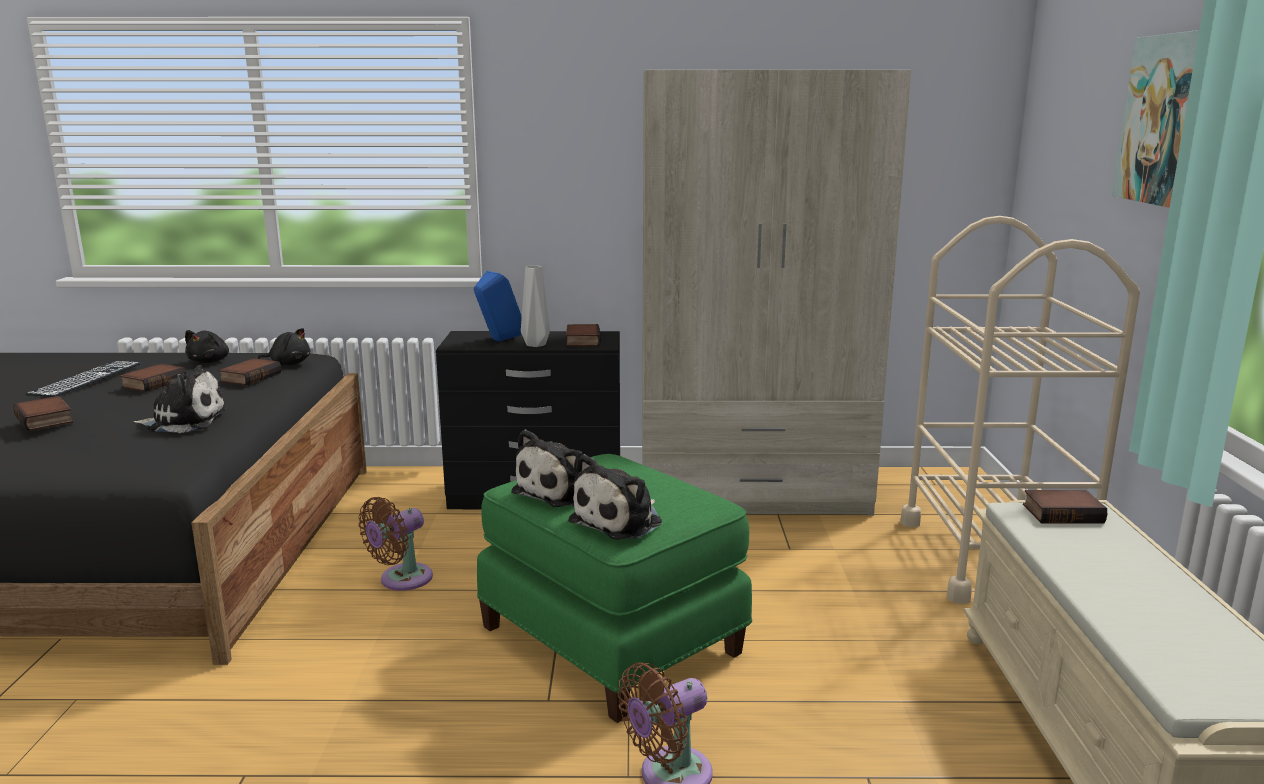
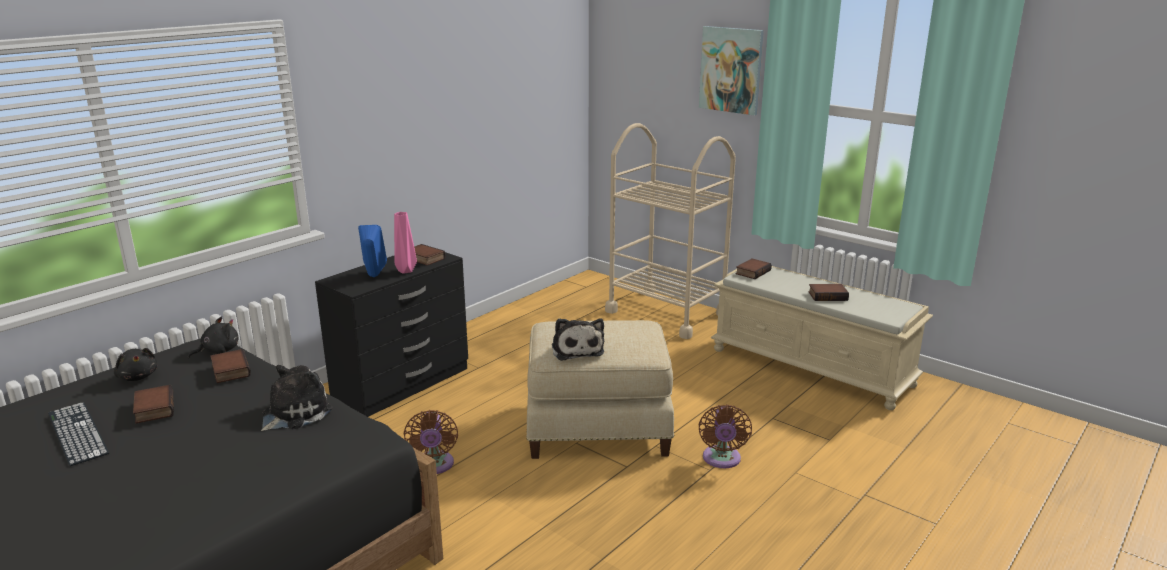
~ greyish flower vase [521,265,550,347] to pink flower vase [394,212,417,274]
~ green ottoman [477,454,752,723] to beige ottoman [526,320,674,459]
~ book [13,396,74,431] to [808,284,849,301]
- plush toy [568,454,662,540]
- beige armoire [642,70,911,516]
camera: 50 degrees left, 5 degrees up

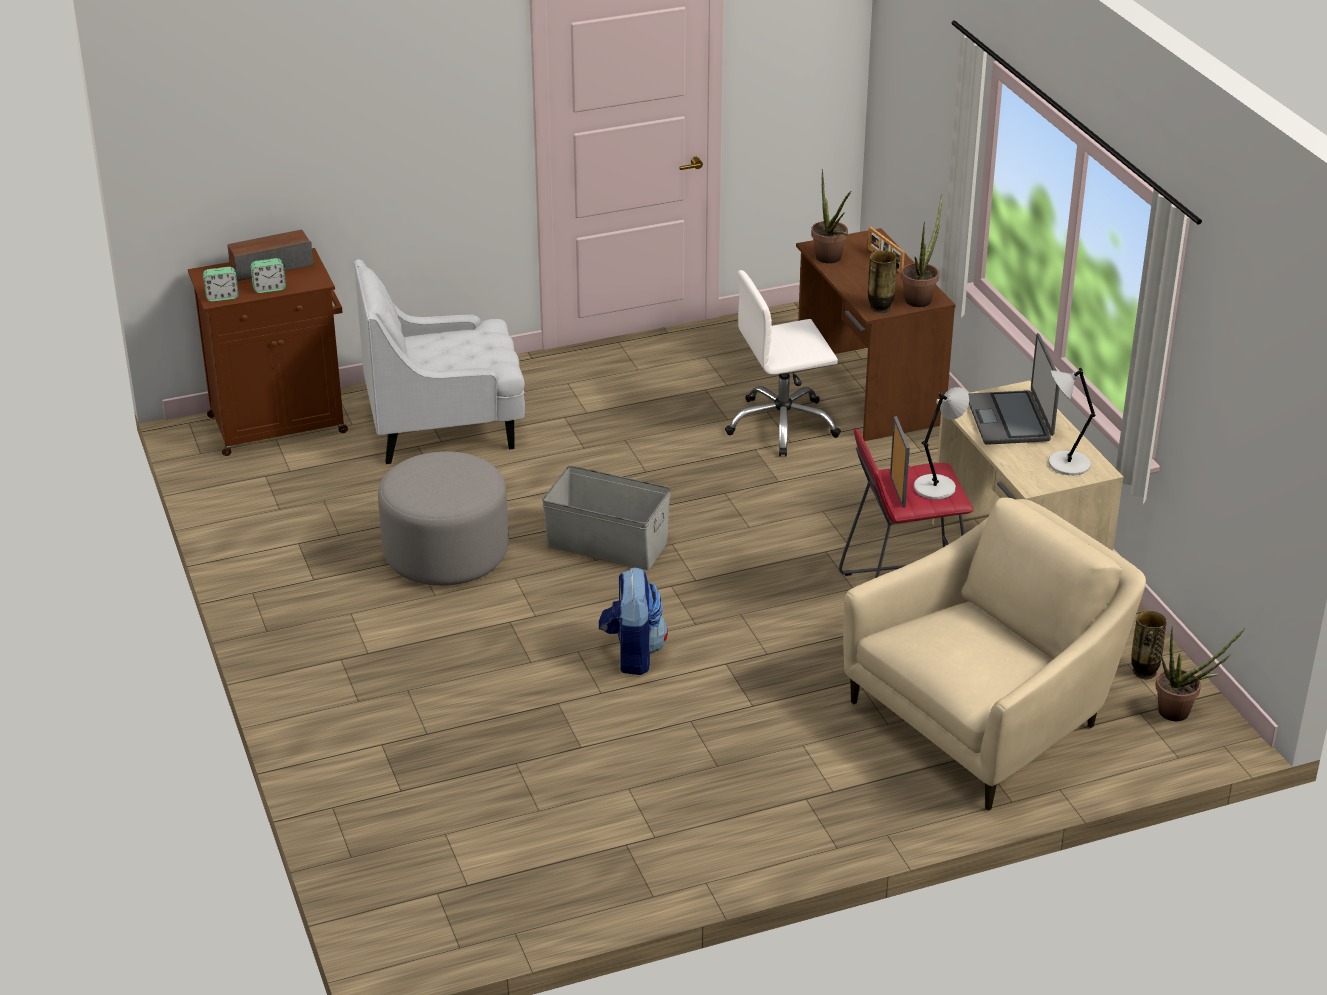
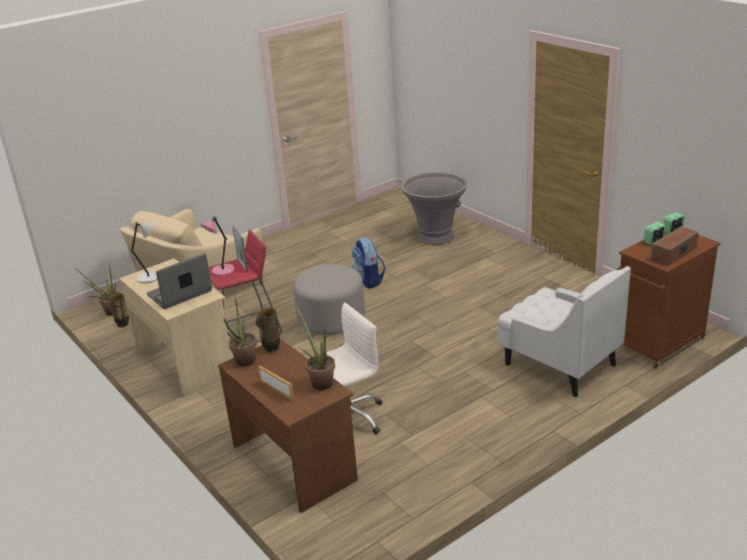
~ portable computer [968,333,1060,445] = [147,253,212,309] 105 degrees counterclockwise
~ greyish tabletop lamp [914,387,969,499] to pink tabletop lamp [200,216,235,276]
~ greyish ottoman [378,451,509,586] to [293,264,365,335]
+ greyish flower pot [401,172,467,245]
~ white-coloured armchair [354,260,525,464] = [497,266,631,397] 75 degrees clockwise
- greyish storage container [542,466,671,570]
camera: 165 degrees right, 5 degrees down

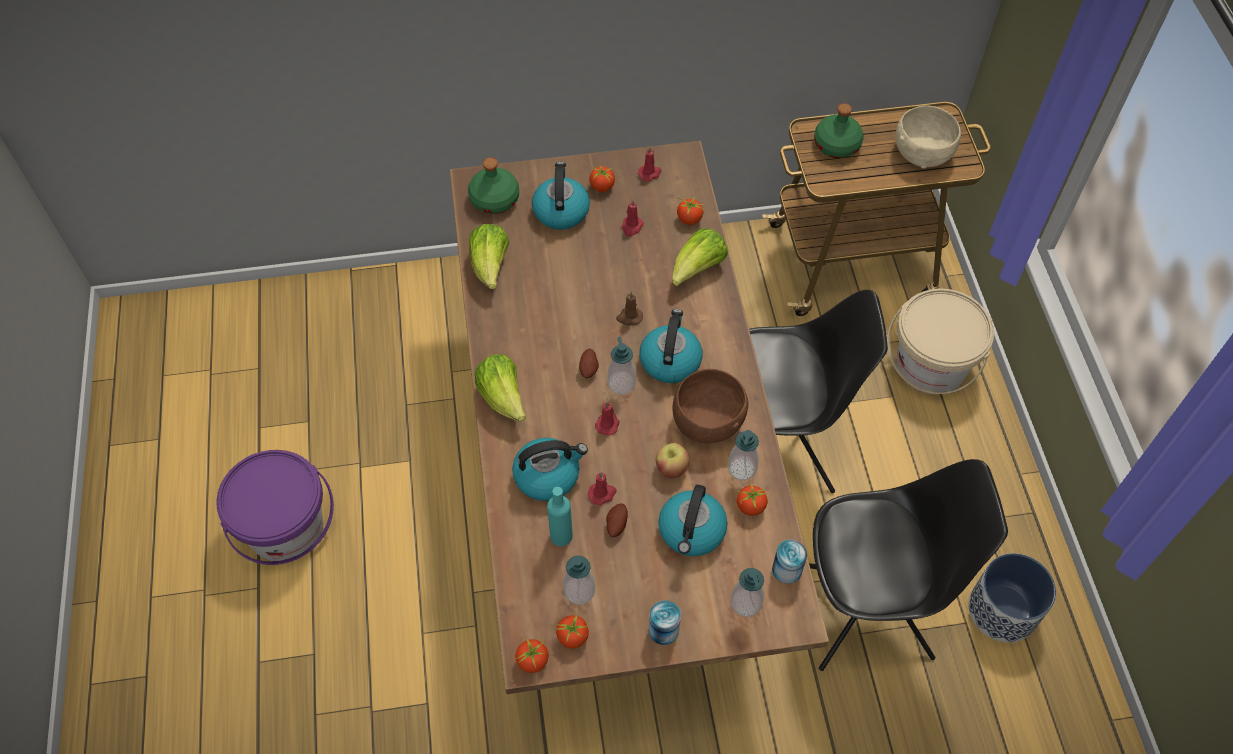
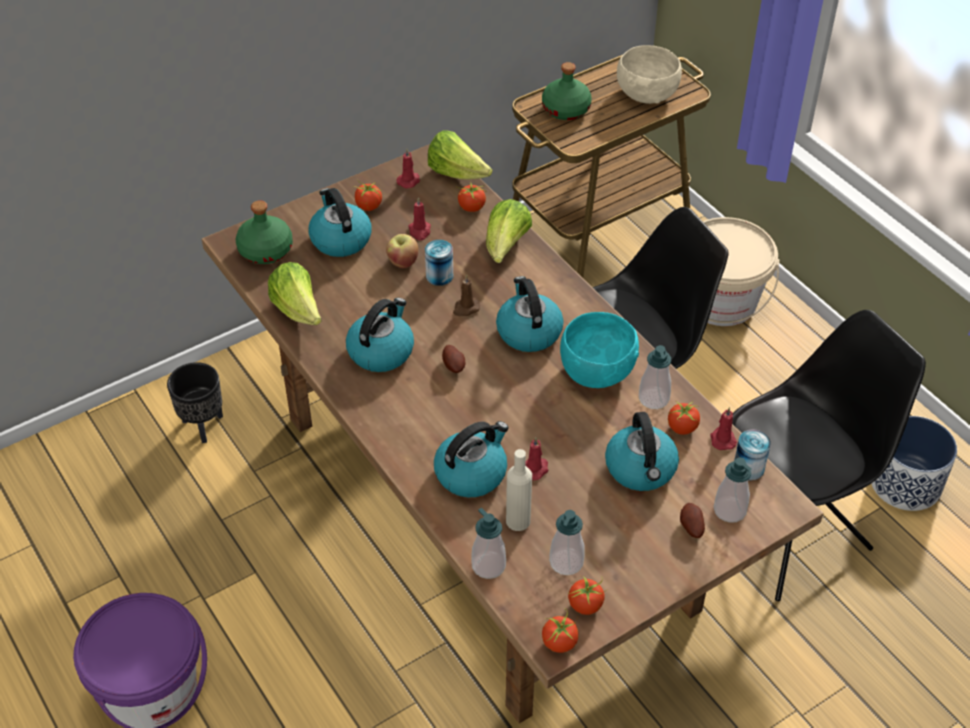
+ black flower pot [167,362,223,443]
+ tea kettle [346,298,414,372]
~ apple fruit [656,443,690,478] to [386,234,419,268]
~ metal can [649,600,681,645] to [425,240,453,286]
~ lettuce head [474,354,526,422] to [428,130,493,180]
~ soap bottle [607,337,636,394] to [471,508,506,579]
~ blue-green beverage bottle [547,487,573,546] to beige beverage bottle [506,449,532,531]
~ brown deep dish [672,369,748,444] to blue-green deep dish [560,312,639,388]
~ whole potato [606,503,628,538] to [680,503,705,538]
~ reddish wax candle [595,401,619,436] to [710,407,737,450]
camera: 25 degrees left, 10 degrees down

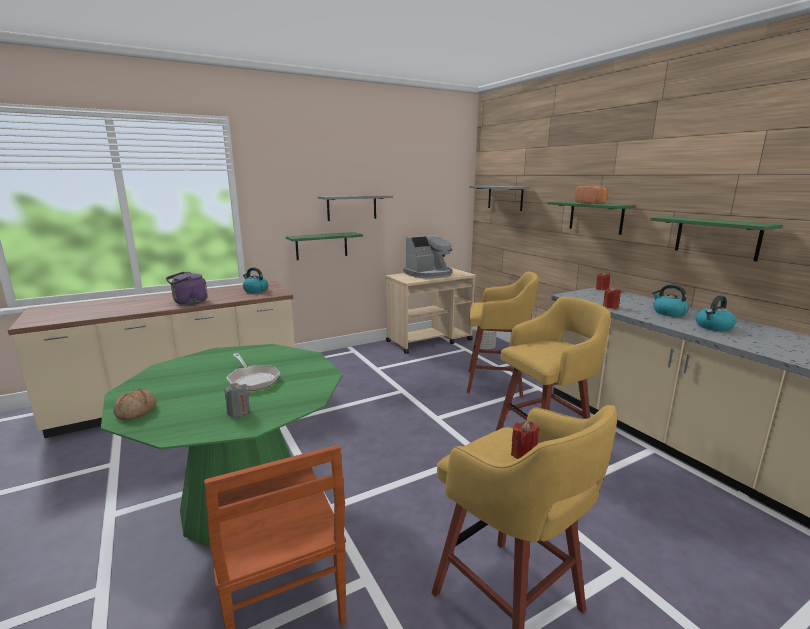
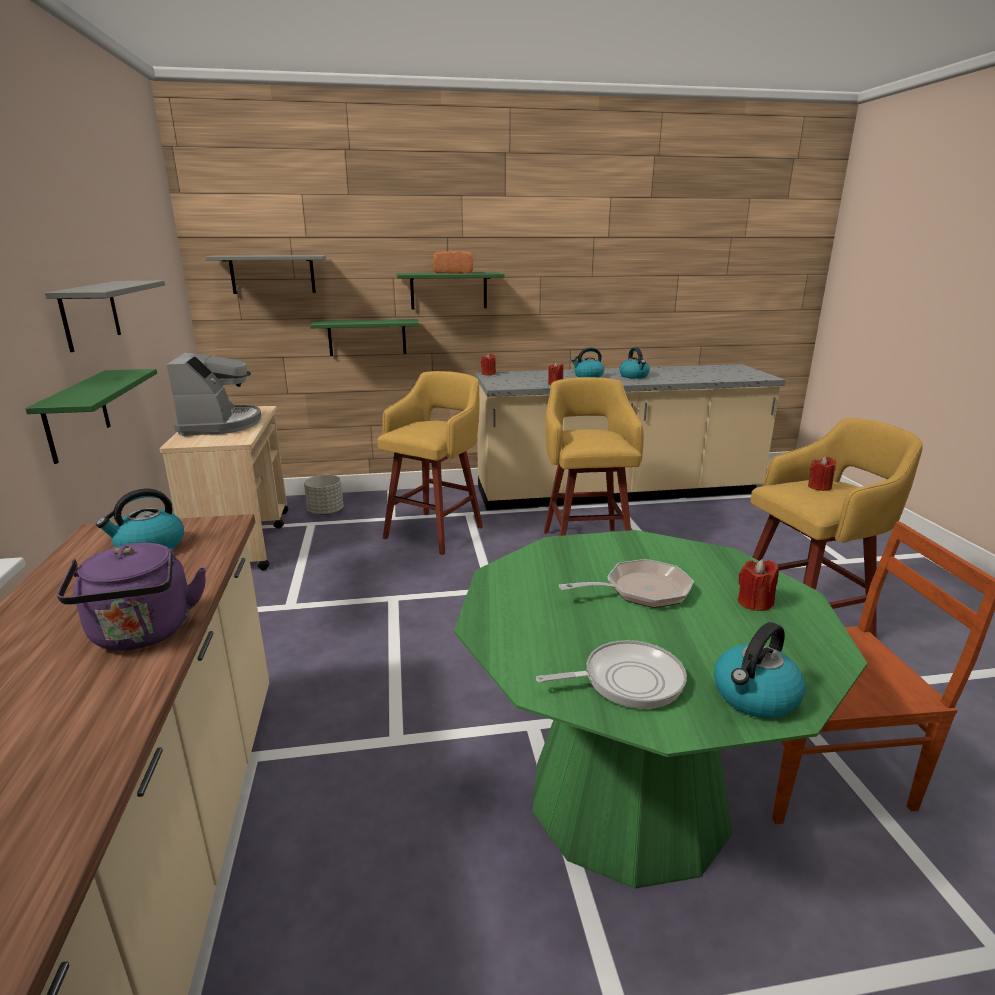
~ green bracket shelf [650,216,783,261] to [310,319,419,356]
+ skillet [536,640,687,709]
~ baked bread [113,389,157,420] to tea kettle [714,622,805,718]
~ greyish wax candle [225,383,250,417] to reddish wax candle [738,559,779,611]
camera: 70 degrees left, 5 degrees up

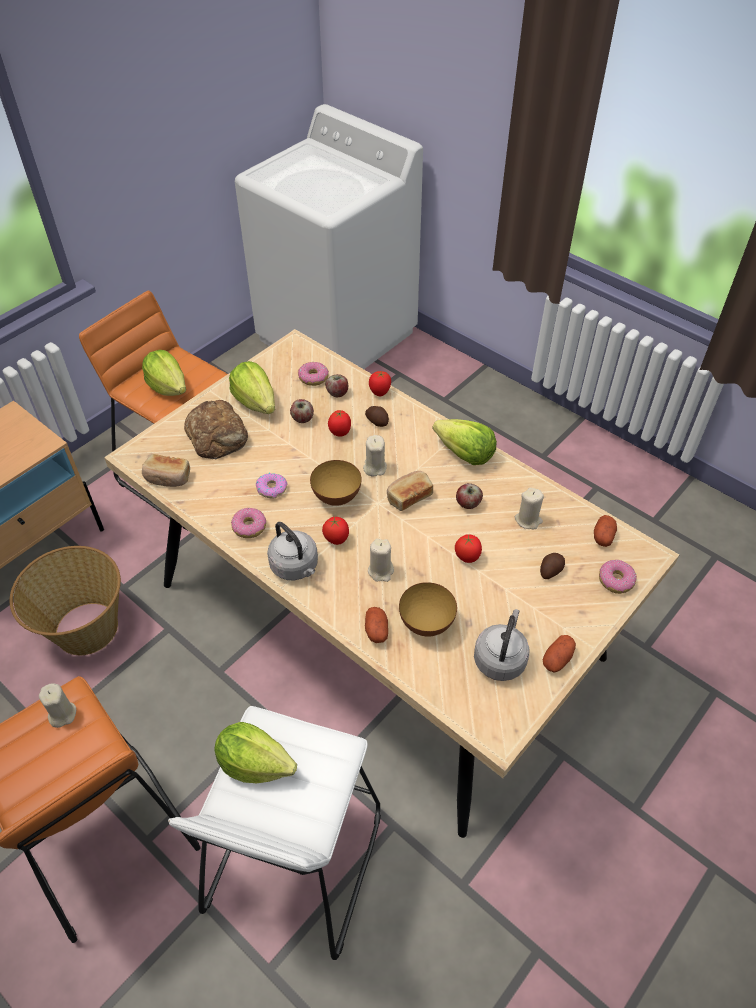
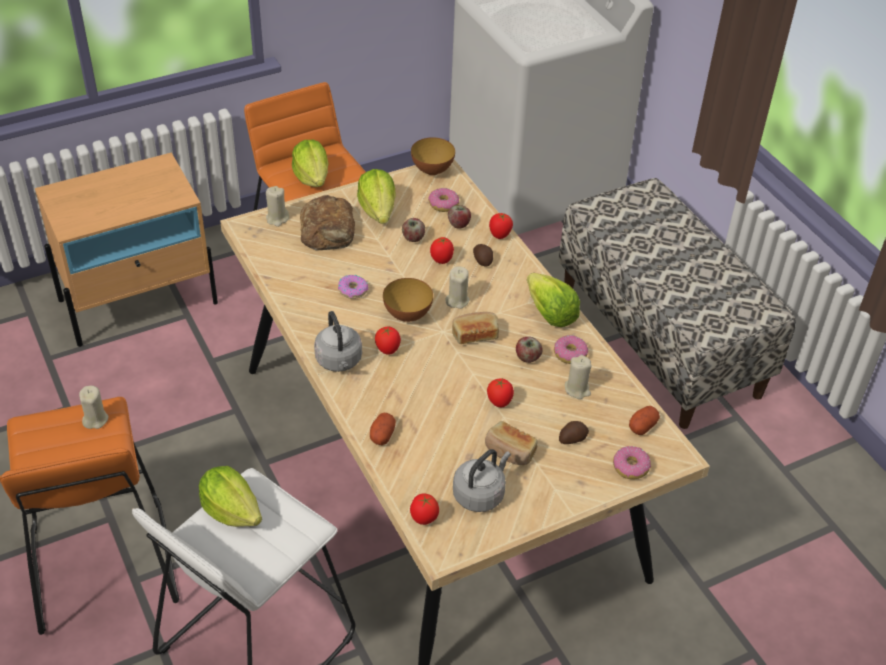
~ beige wax candle [368,539,394,582] to [266,186,289,227]
+ tomato [410,493,439,525]
~ deep dish [399,582,457,637] to [411,137,455,175]
~ baked bread [142,454,190,487] to [485,421,538,465]
~ ring doughnut [231,508,266,538] to [554,335,588,364]
+ long seat [558,178,796,429]
- storage basket [10,546,121,655]
- whole potato [542,635,576,673]
camera: 20 degrees right, 5 degrees down

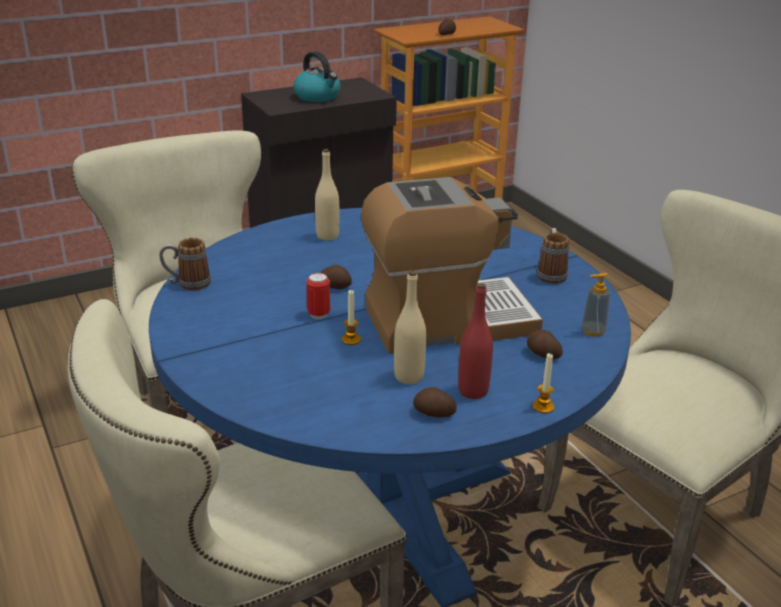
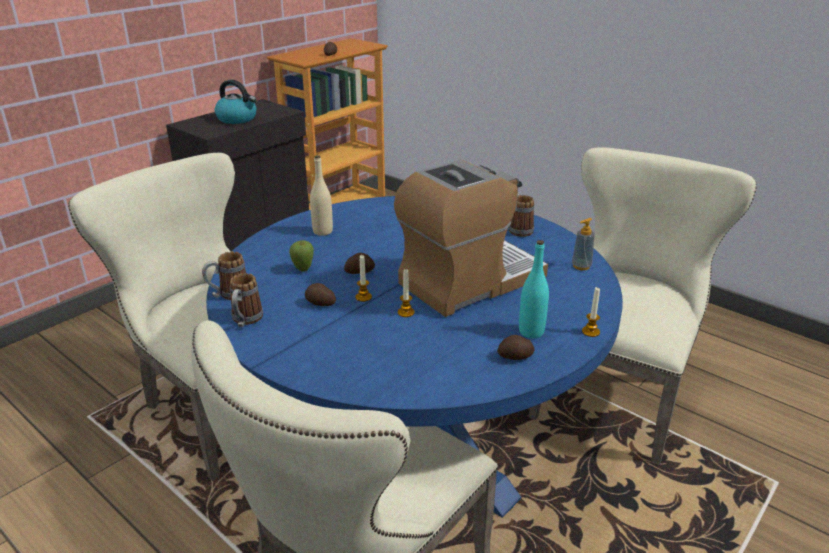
+ tea mug [230,273,263,327]
+ apple fruit [289,240,314,272]
~ whole potato [527,330,563,360] to [305,283,336,306]
~ metal can [306,273,330,319] to wax candle [356,255,372,302]
~ reddish beverage bottle [458,283,493,399] to blue-green beverage bottle [519,240,549,338]
- beige beverage bottle [394,270,426,384]
camera: 20 degrees left, 0 degrees up

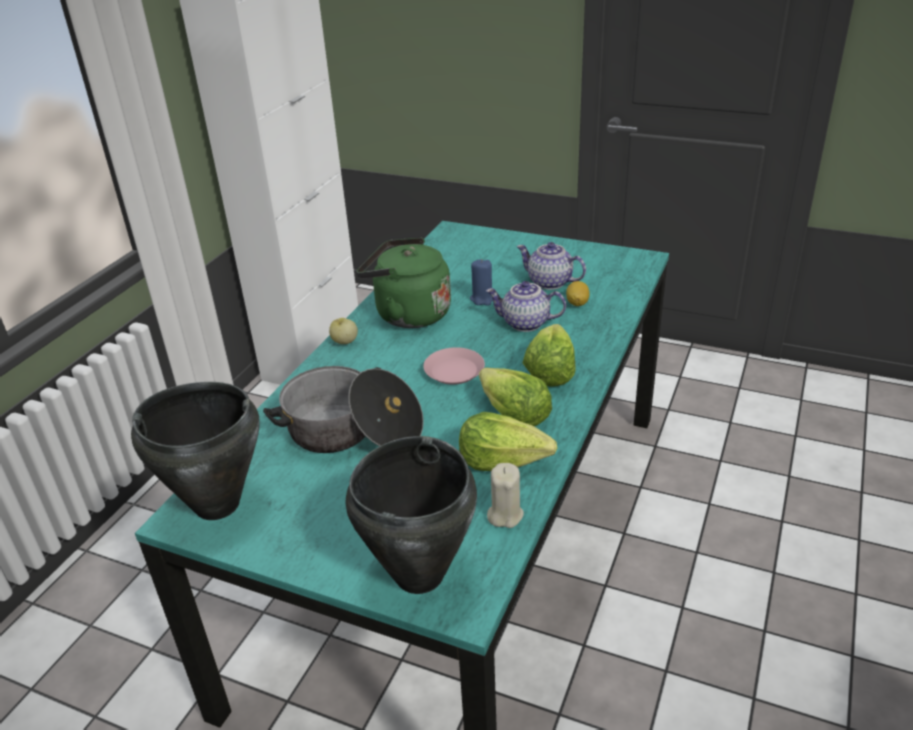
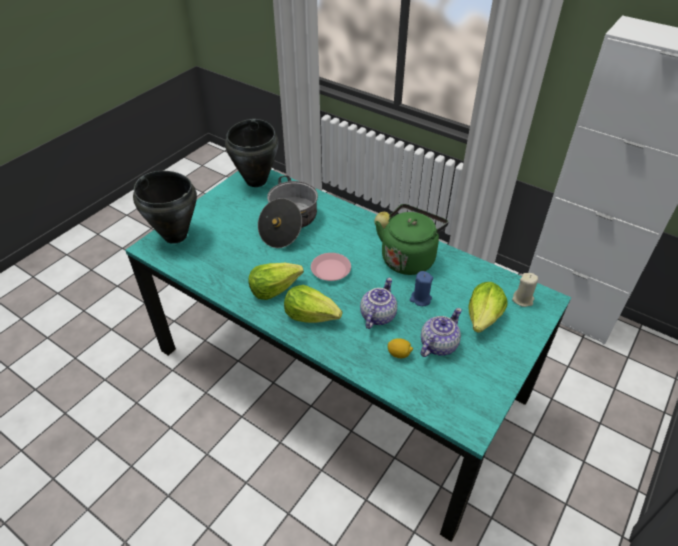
~ lettuce head [459,412,557,471] to [468,282,508,333]
~ beige wax candle [487,463,524,528] to [512,273,538,307]
camera: 100 degrees right, 10 degrees up

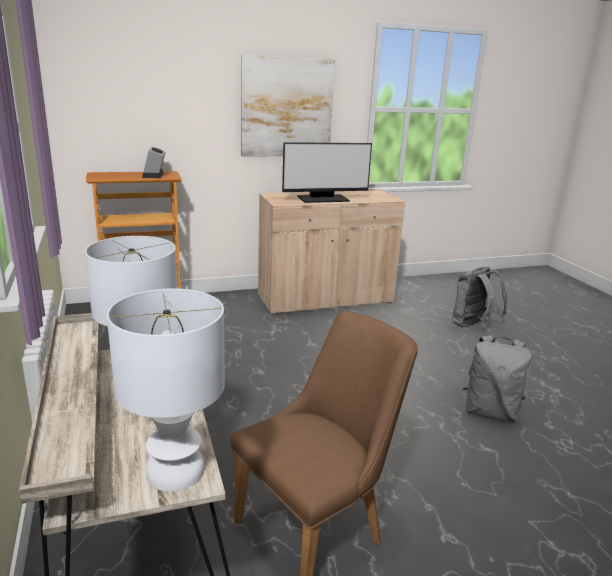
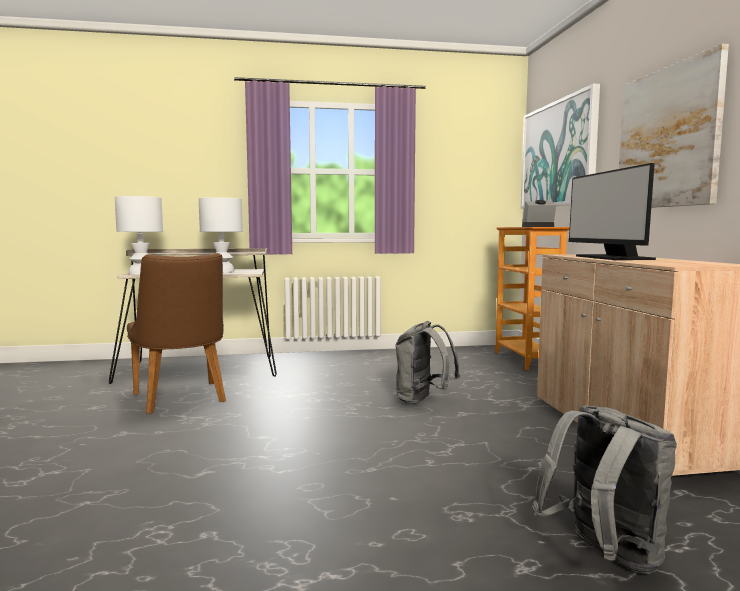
~ greyish rucksack [463,335,532,422] to [395,321,460,404]
+ picture [521,84,600,209]
camera: 100 degrees right, 15 degrees down

